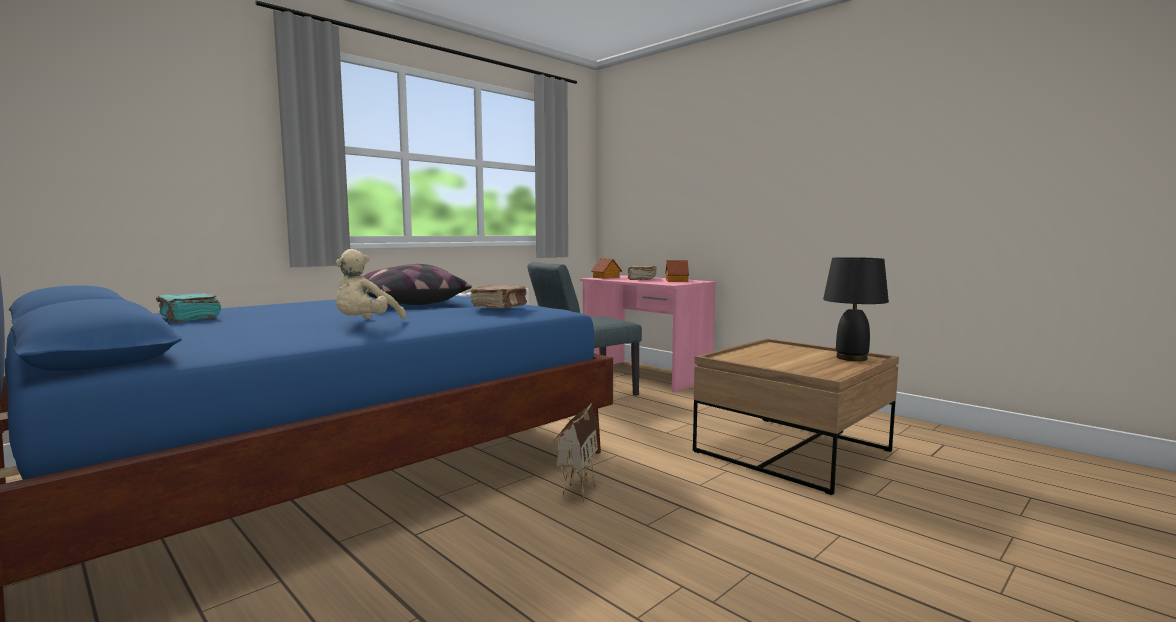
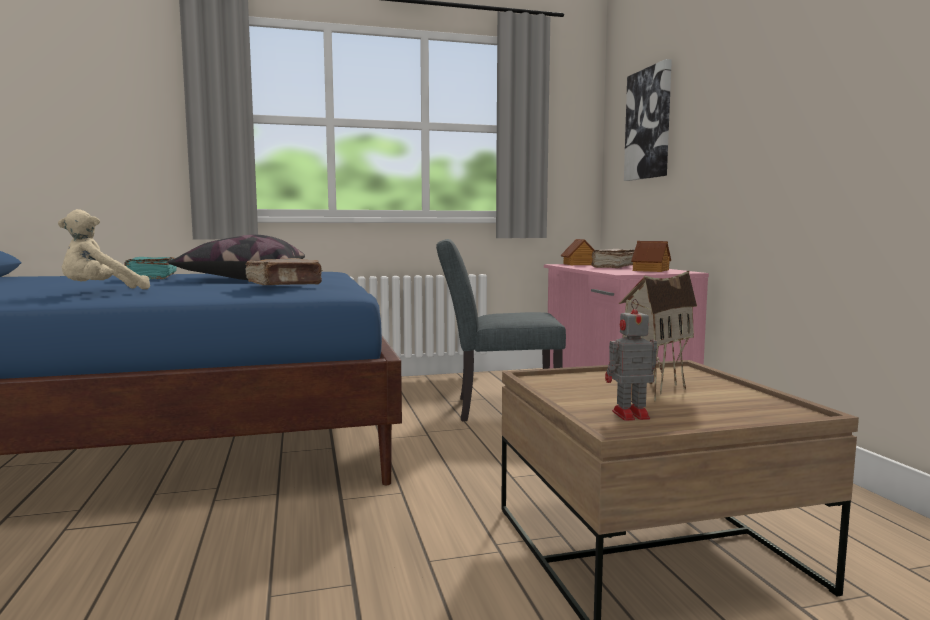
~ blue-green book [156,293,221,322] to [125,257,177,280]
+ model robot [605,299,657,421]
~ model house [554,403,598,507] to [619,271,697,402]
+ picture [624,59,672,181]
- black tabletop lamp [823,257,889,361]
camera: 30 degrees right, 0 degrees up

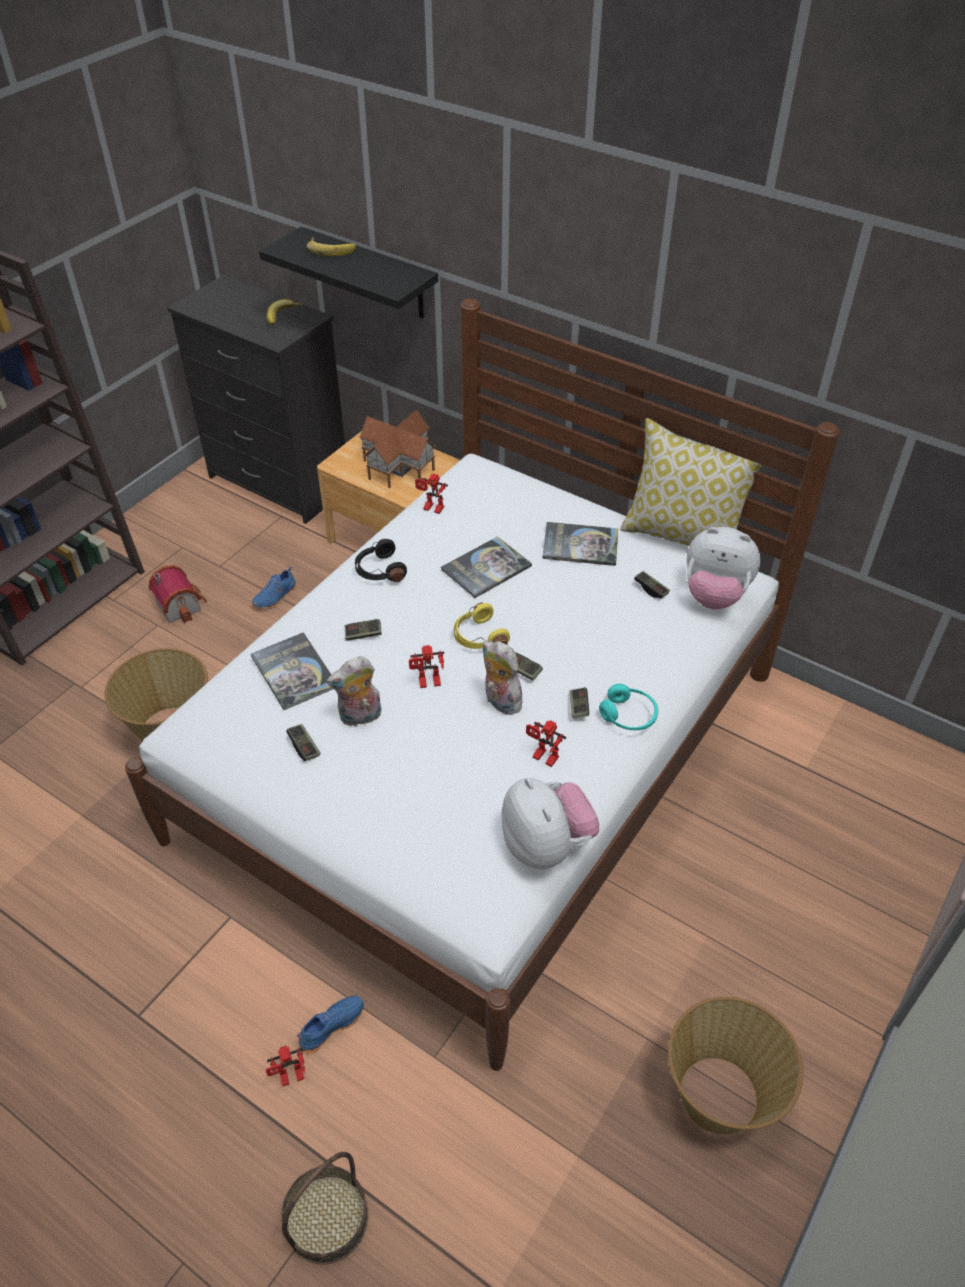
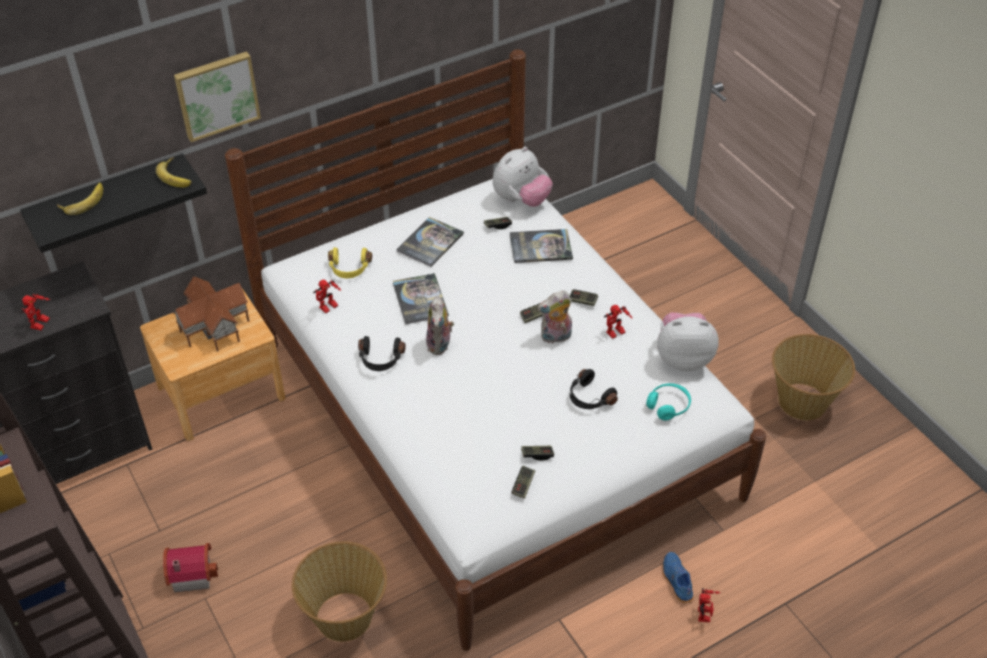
~ model robot [409,645,444,688] to [21,293,50,330]
~ banana [267,299,303,326] to [156,157,192,187]
+ picture [174,51,261,142]
~ yellowish pair of headphones [454,603,510,649] to [328,248,372,278]
~ plush toy [326,656,381,727] to [426,296,454,355]
~ book [251,632,333,710] to [510,229,573,263]
~ joypad [345,619,382,641] to [512,466,535,499]
+ black pair of headphones [570,369,618,409]
~ blue-green pair of headphones [599,684,658,730] to [646,383,691,421]
- bluish shoe [252,566,297,609]
- storage basket [282,1152,368,1265]
- cushion [620,418,762,546]
camera: 65 degrees left, 0 degrees up

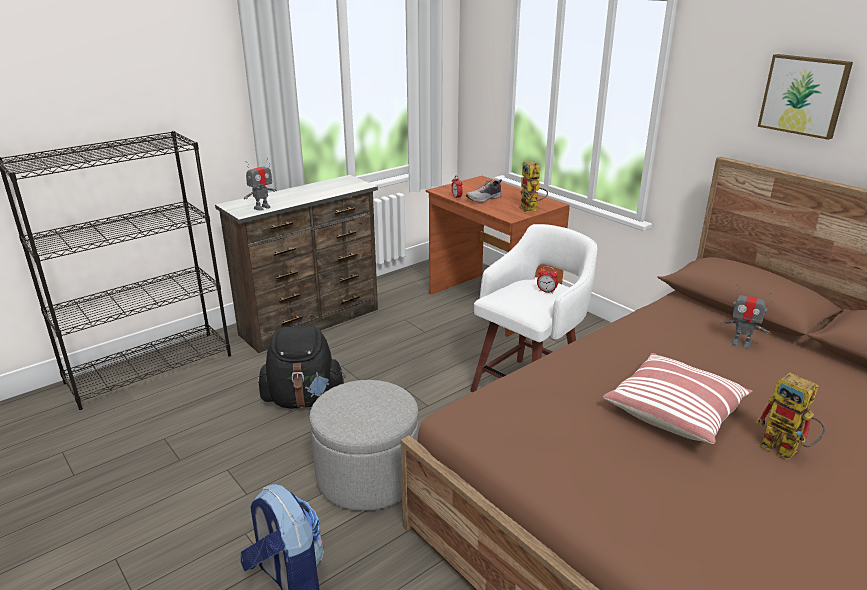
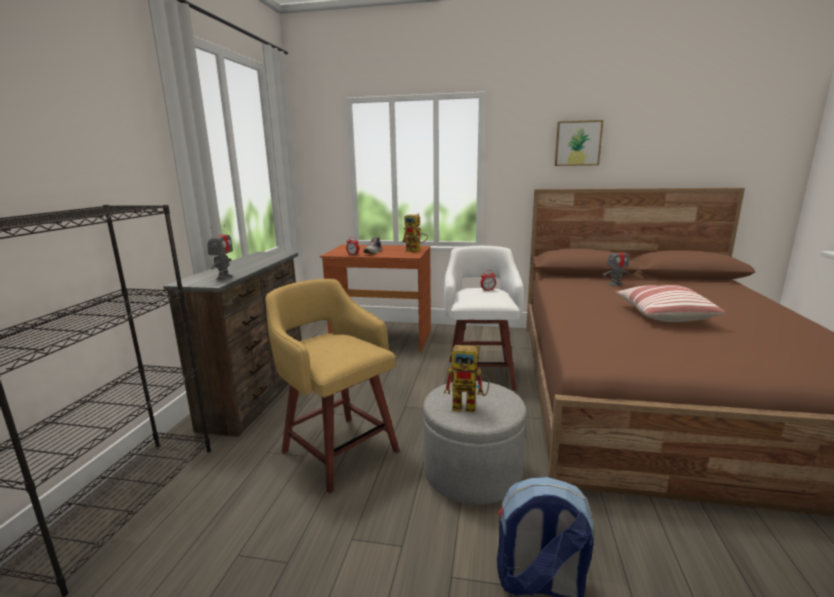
~ black rucksack [258,326,346,409] to yellowish stool [265,279,400,494]
~ model robot [755,372,825,461] to [444,345,489,412]
camera: 40 degrees left, 10 degrees down

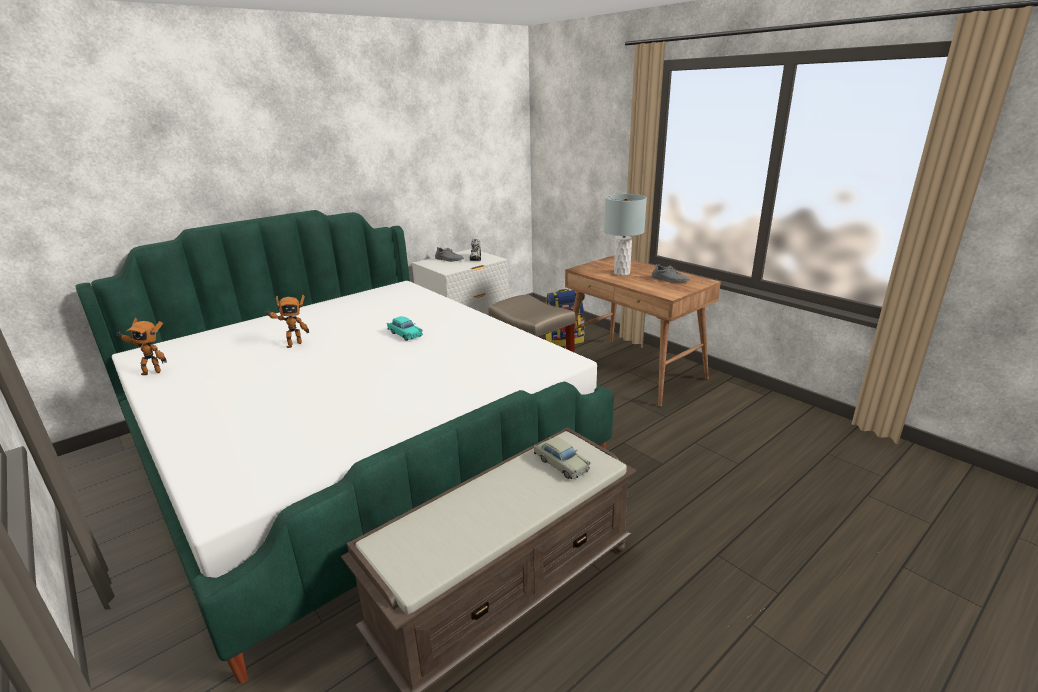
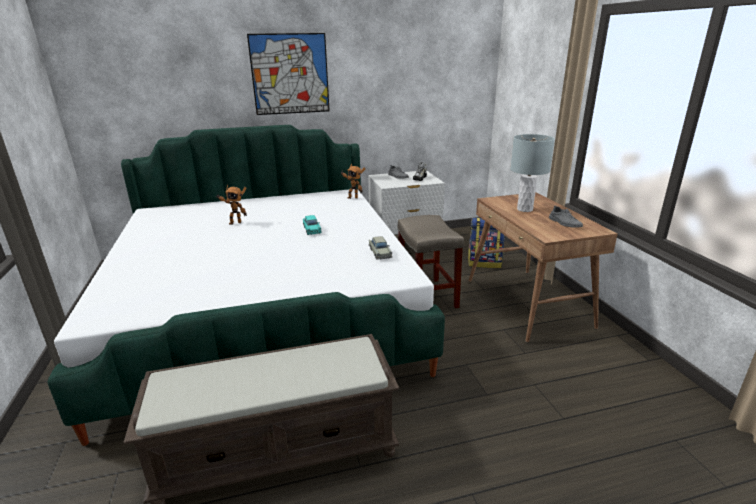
+ picture [247,33,330,115]
~ model robot [116,318,167,375] to [340,164,366,199]
~ beige model car [534,437,591,479] to [369,236,392,260]
camera: 25 degrees right, 0 degrees up

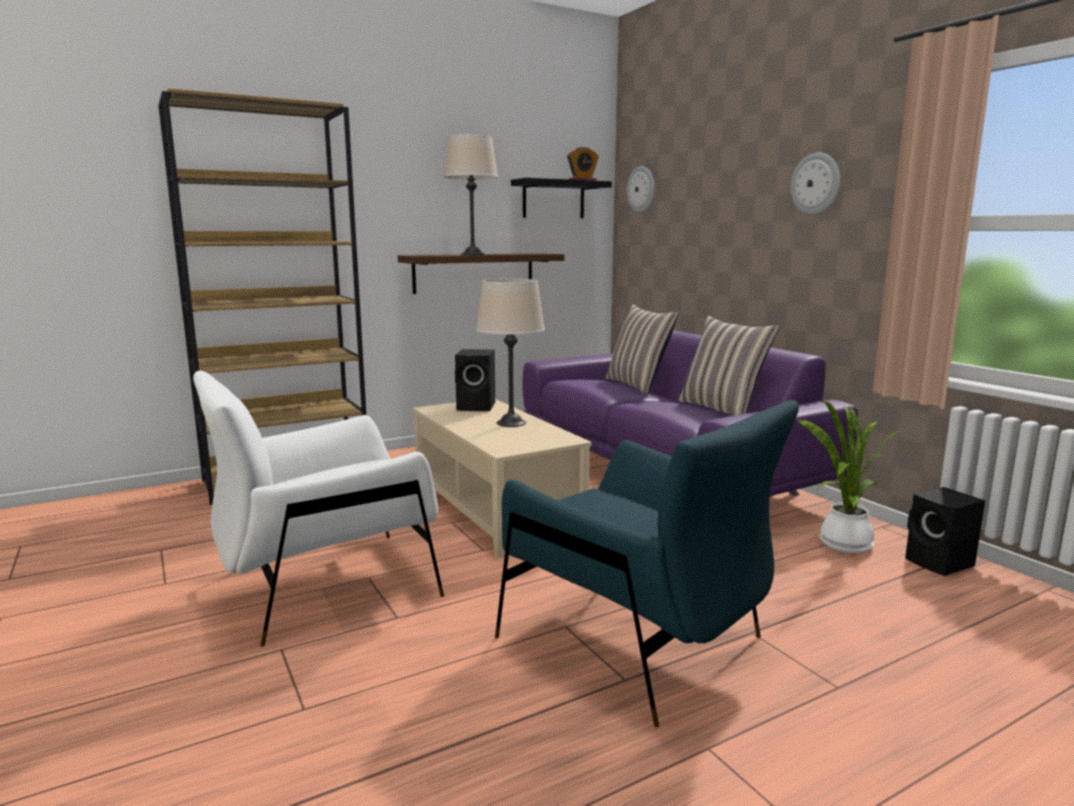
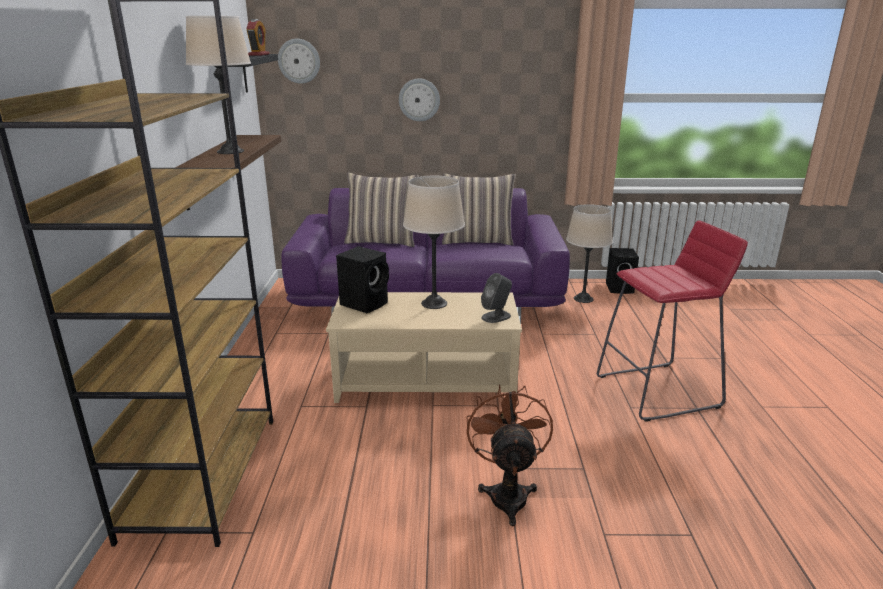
~ clock on the wall [791,153,840,215] to [399,78,440,121]
~ white-coloured armchair [193,371,444,647] to brown cooling fan [467,384,553,526]
+ greyish audio speaker [481,273,512,323]
~ plant in a pot [796,401,899,553] to beige tabletop lamp [566,204,613,303]
~ bluish armchair [495,400,799,727] to reddish stool [597,220,748,422]
camera: 60 degrees left, 10 degrees up

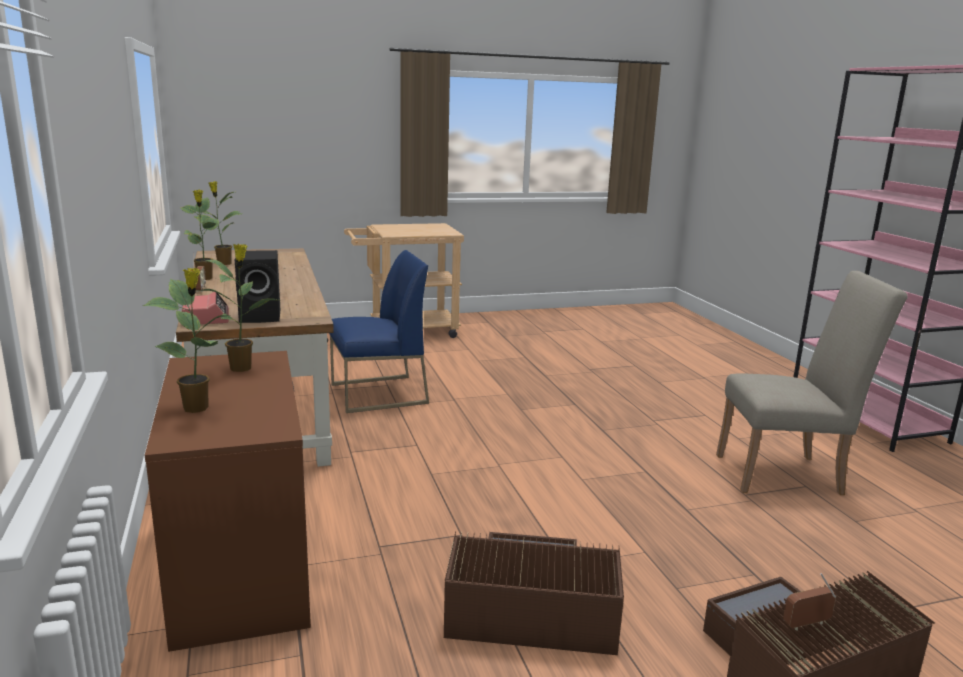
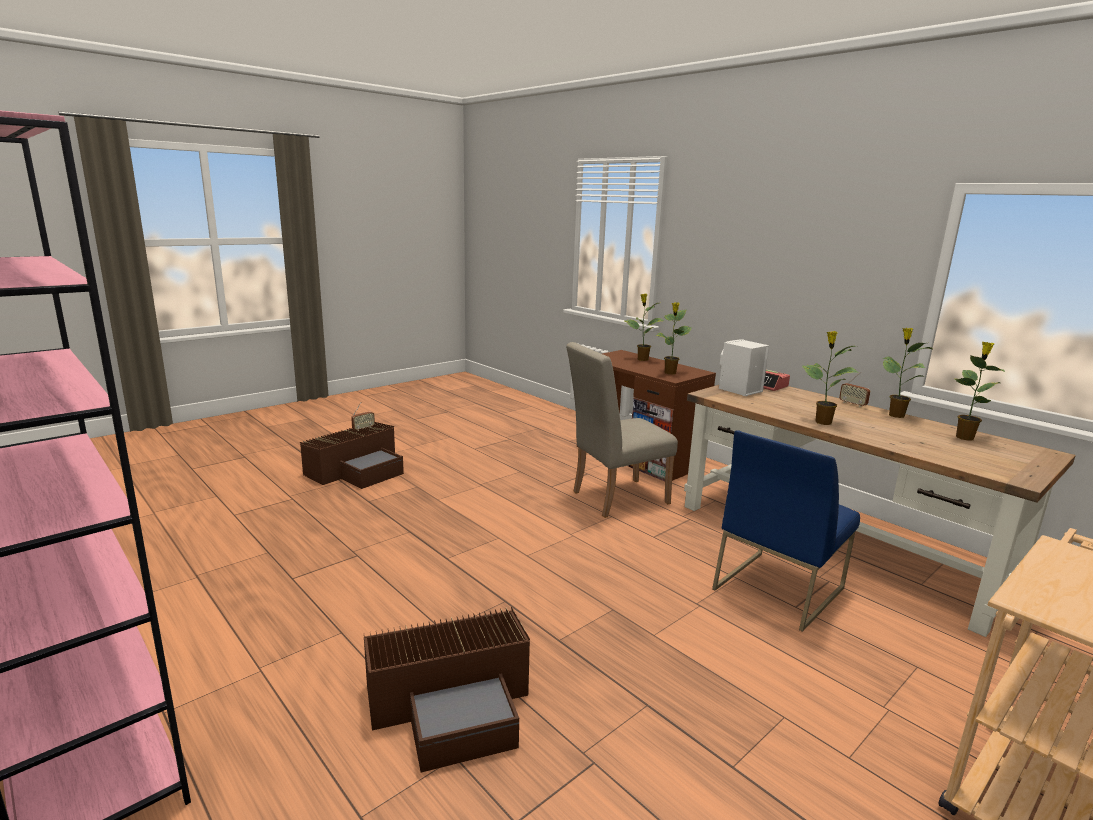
~ brown storage container [444,531,624,655] to [364,607,530,772]
~ beige chair [716,271,908,495] to [566,342,678,518]
~ black audio speaker [235,250,280,323] to white-coloured audio speaker [719,339,769,396]
+ plant in a pot [802,331,858,425]
camera: 155 degrees right, 0 degrees up

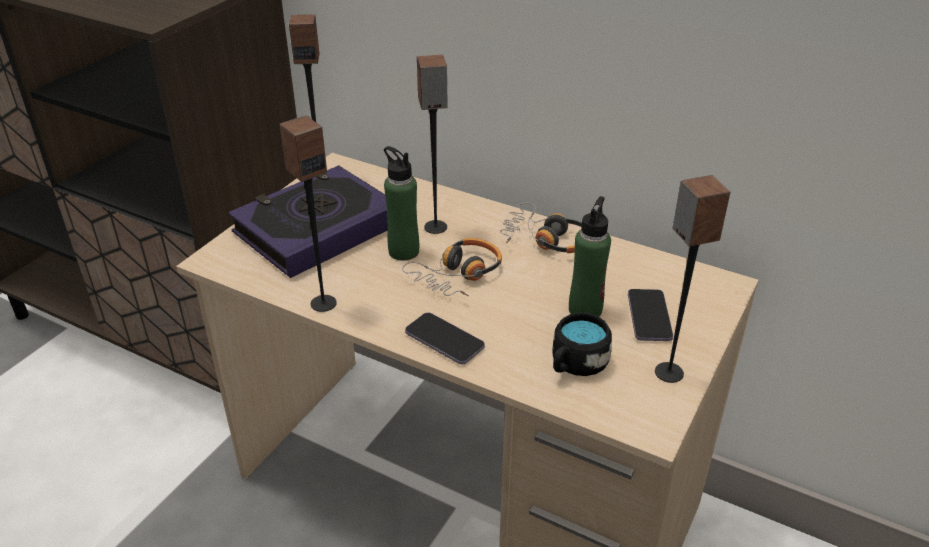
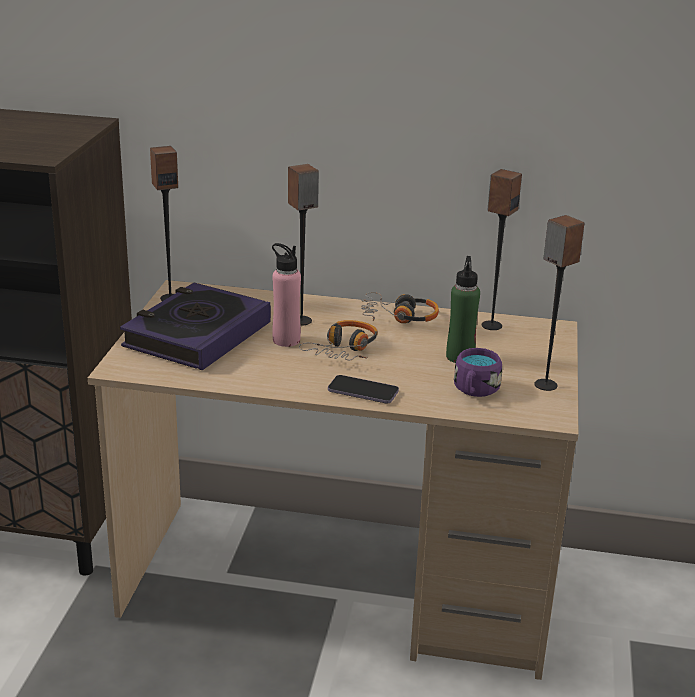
~ green beverage bottle [384,146,419,261] to pink beverage bottle [272,243,301,347]
~ black tea mug [553,312,612,376] to purple tea mug [454,348,502,397]
~ audio speaker [280,115,337,312] to [482,169,522,330]
- telephone [628,289,673,341]
camera: 20 degrees left, 10 degrees down

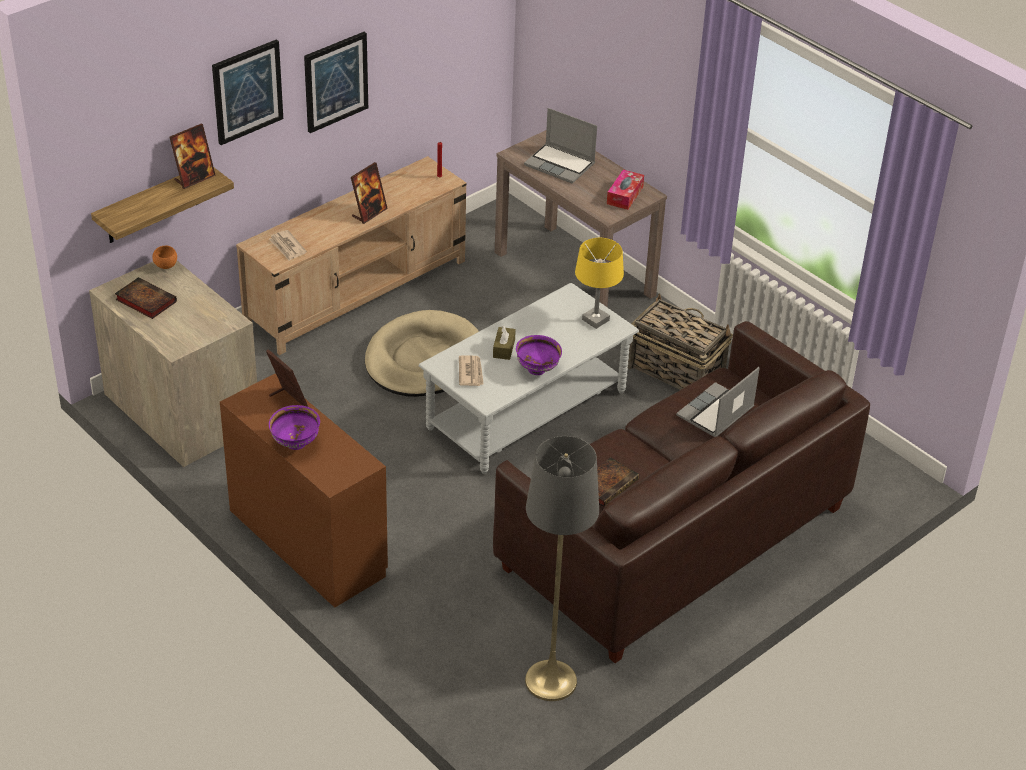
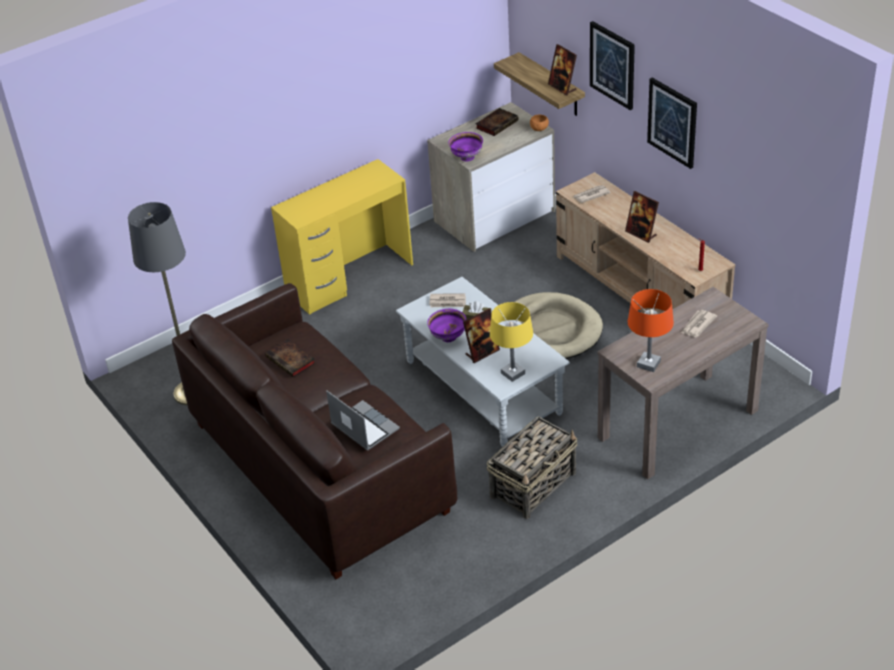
~ brown desk unit [220,374,388,608] to yellowish desk unit [271,159,413,315]
~ purple deep dish [269,405,320,450] to [448,132,483,162]
~ picture frame [266,349,308,407] to [463,309,500,363]
~ box of tissues [607,169,644,210] to orange tabletop lamp [627,289,674,372]
~ portable computer [524,108,597,183] to daily paper [681,310,717,337]
camera: 100 degrees right, 0 degrees up

